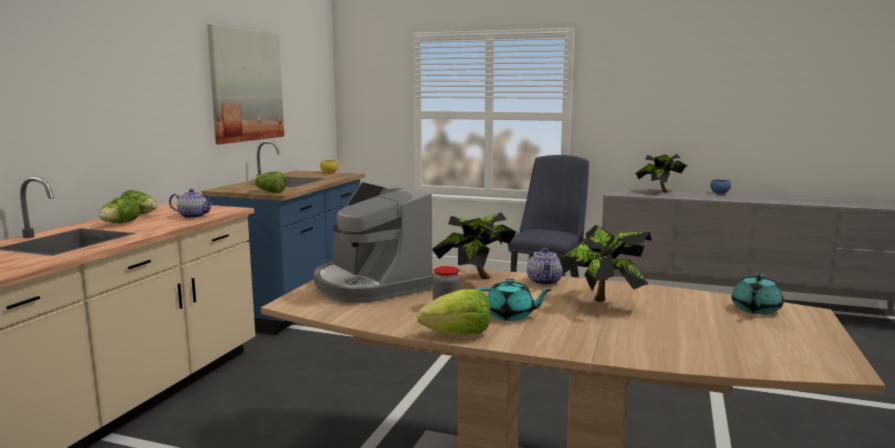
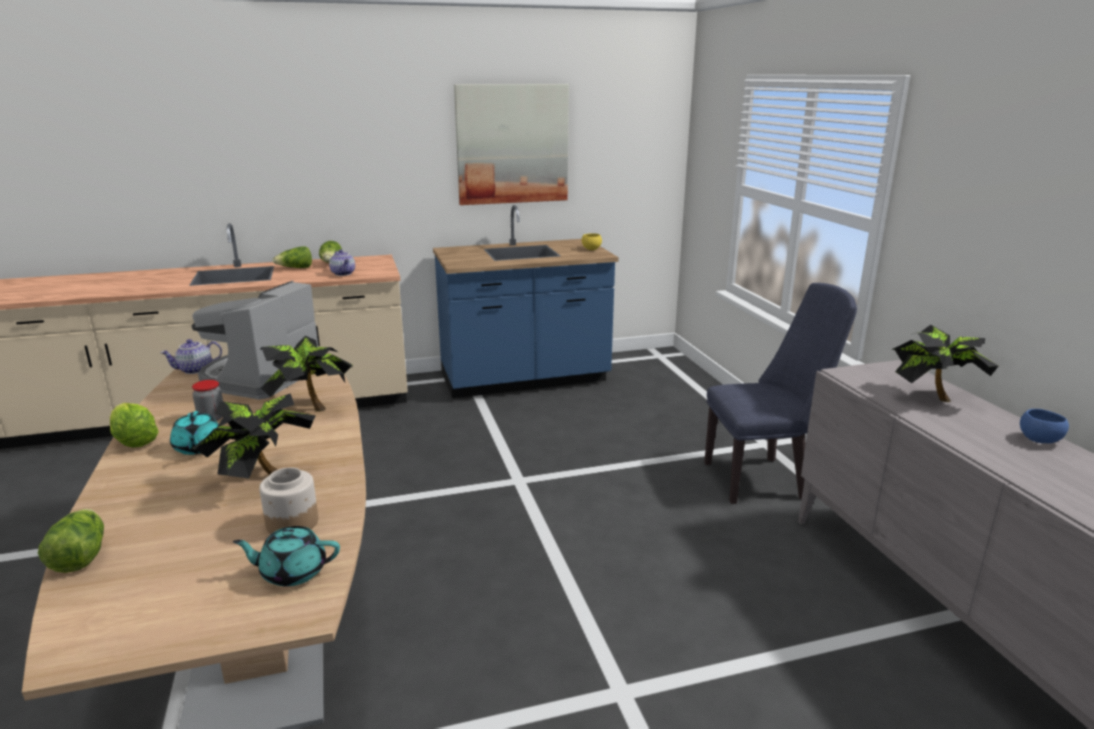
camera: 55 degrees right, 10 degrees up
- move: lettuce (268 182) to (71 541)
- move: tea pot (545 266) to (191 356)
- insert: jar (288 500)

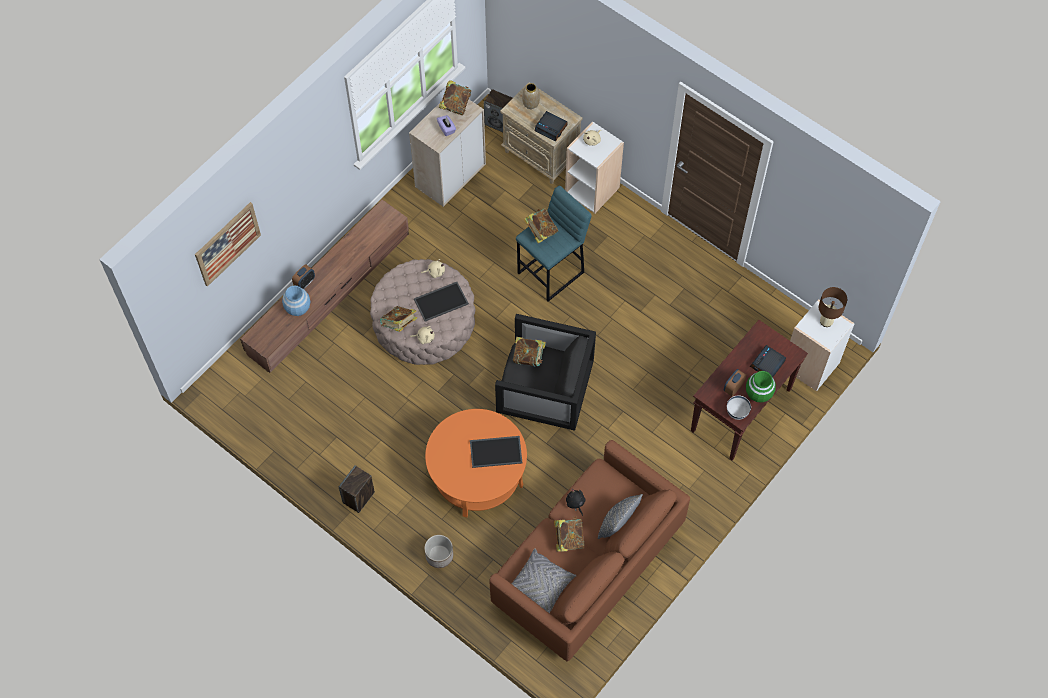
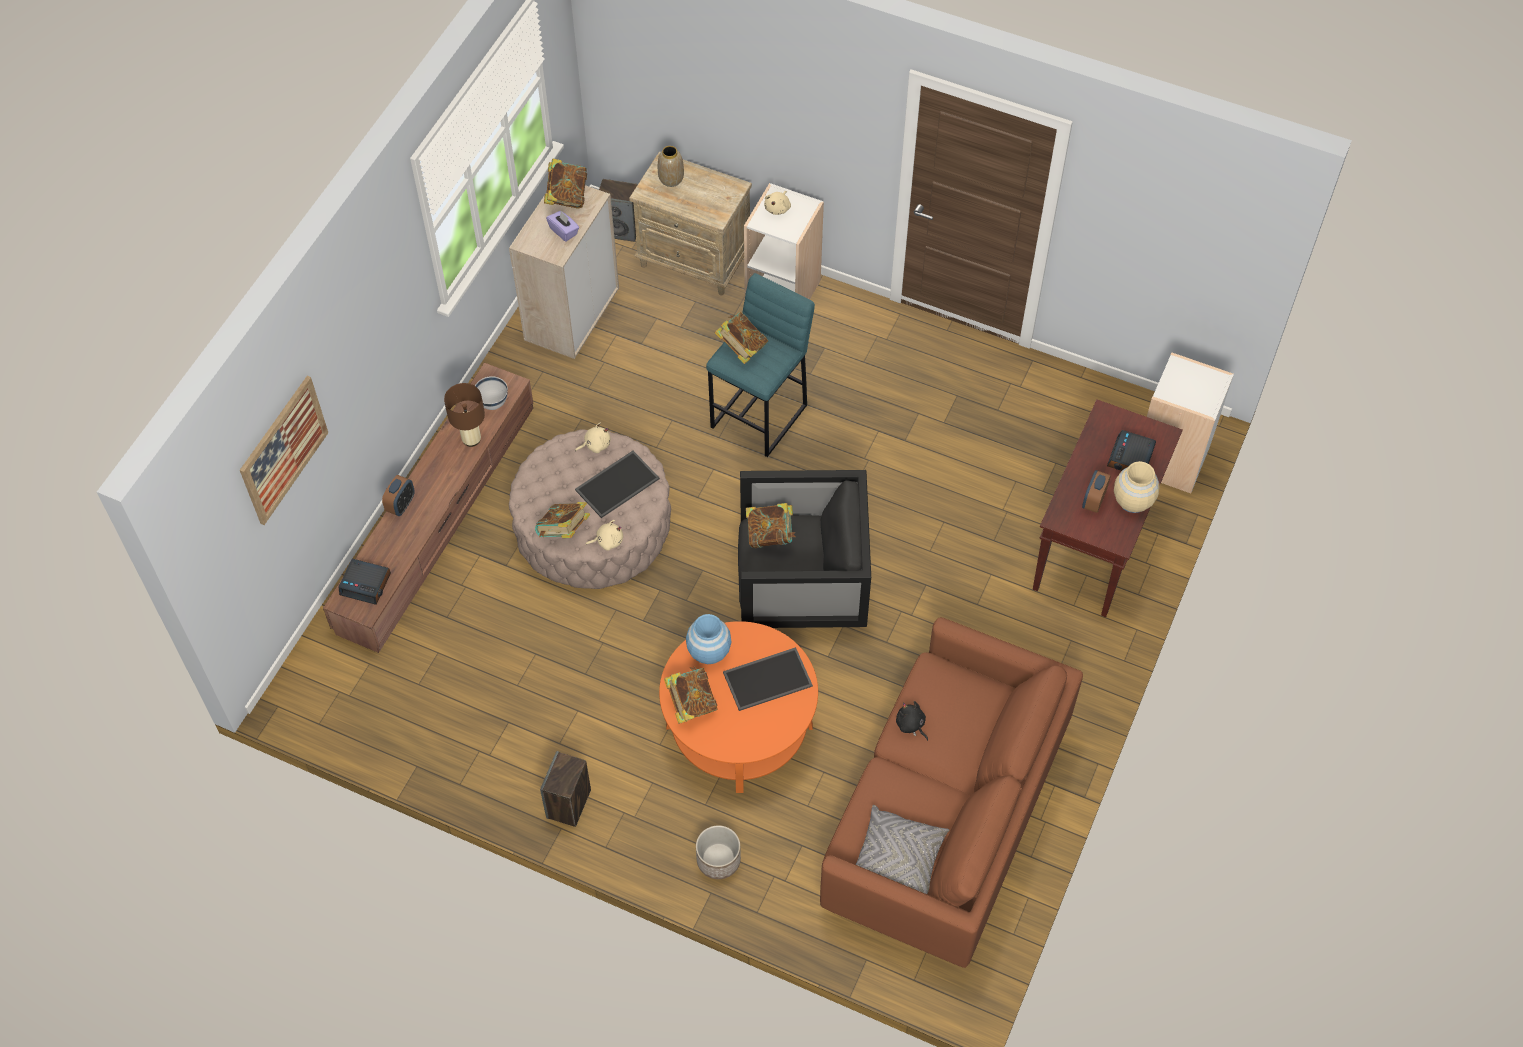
camera: 15 degrees left, 5 degrees down
- move: blue vase (296 300) to (708 639)
- move: table clock (551 126) to (364 582)
- move: volume (569 534) to (691 695)
- delete: greyish throw pillow (620 516)
- move: white serving bowl (739 407) to (491 393)
- recolor: green vase (761 387) to beige-coloured vase (1137 487)
- move: brownish table lamp (833 307) to (464 415)

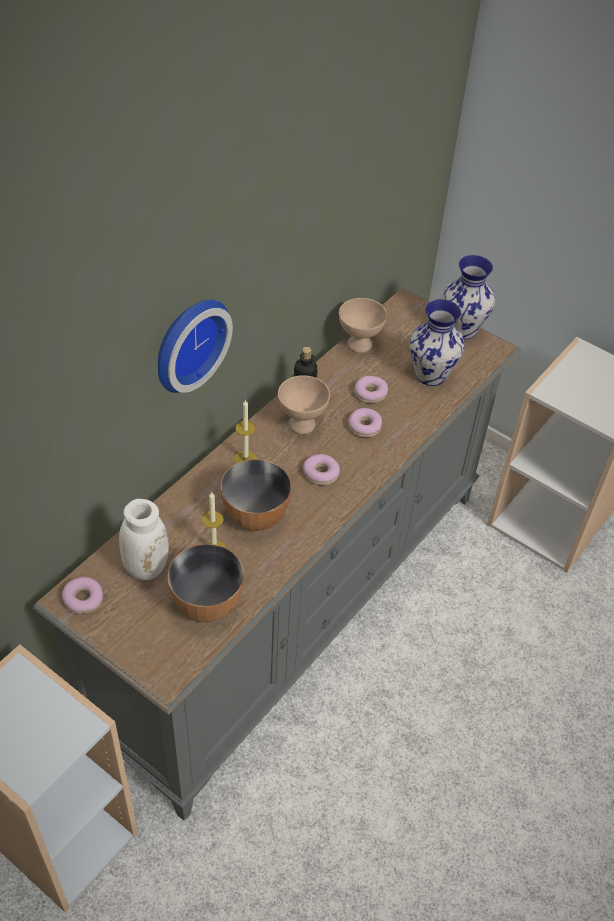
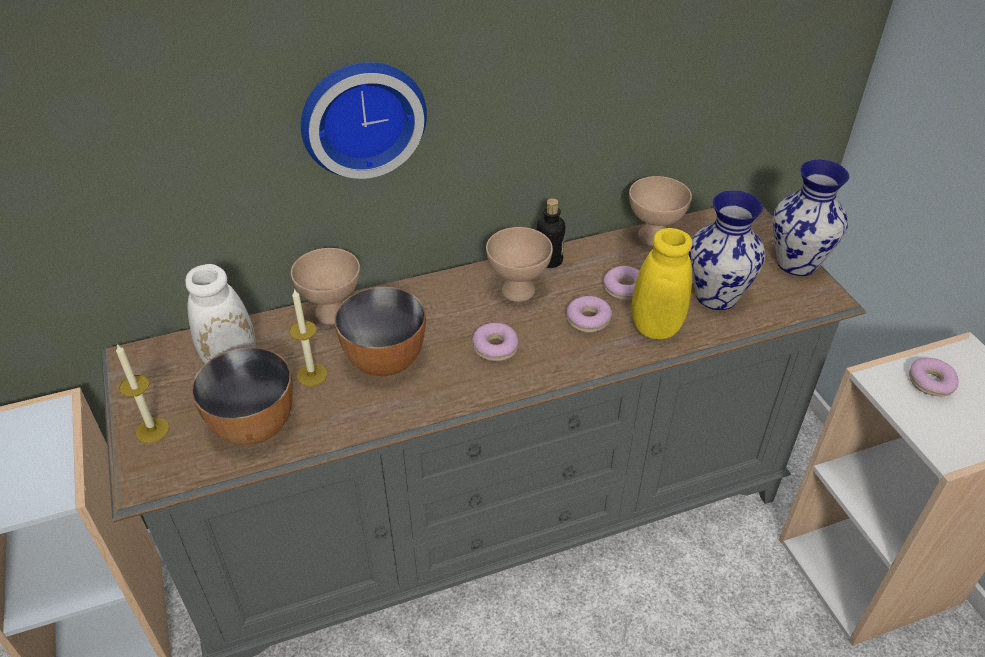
camera: 35 degrees right, 5 degrees down
- move: ring doughnut (82 595) to (934 377)
- move: wax light (245 431) to (142 393)
- insert: beige-coloured serving bowl (325 286)
- insert: yellow vase (652 283)

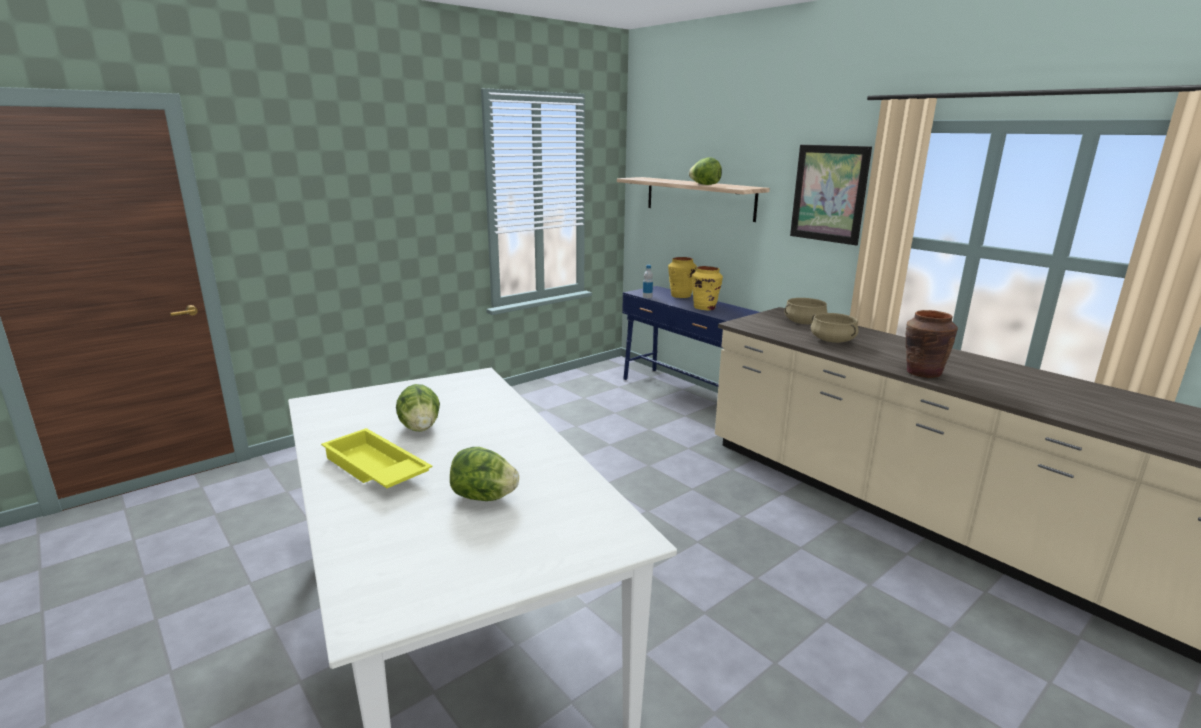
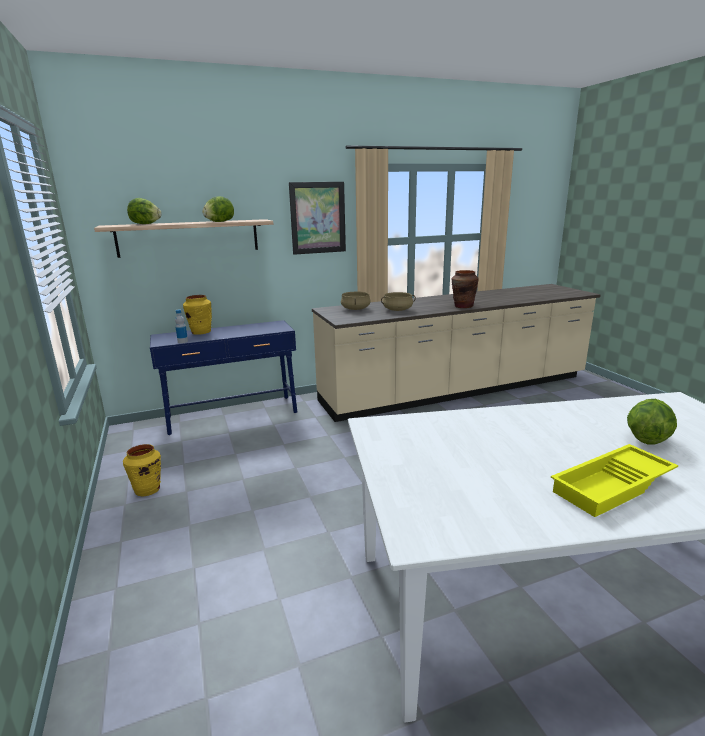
camera: 70 degrees left, 0 degrees up
- move: lettuce (418 408) to (144 211)
- move: yellow vase (707 288) to (142 470)

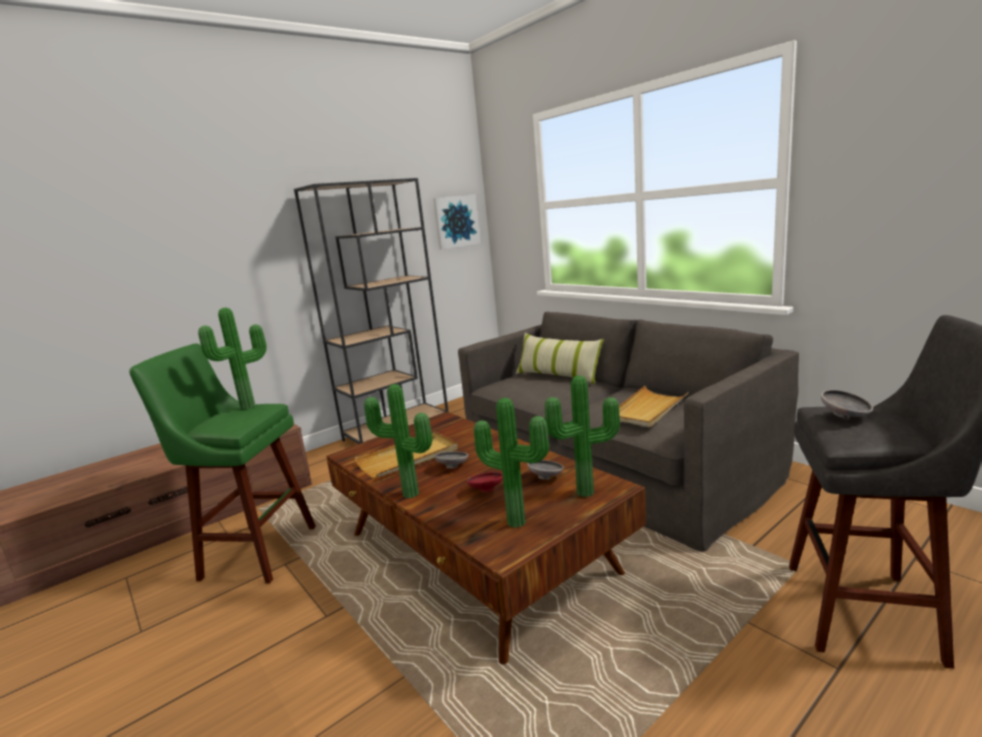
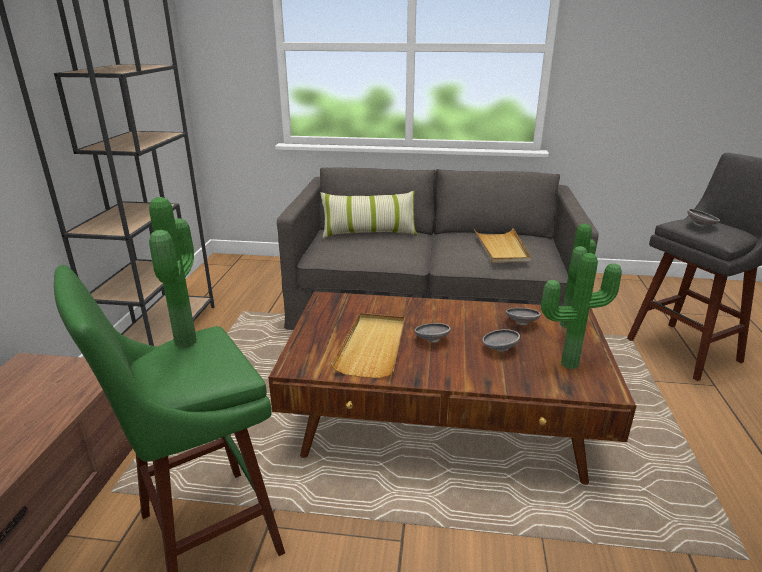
camera: 45 degrees left, 10 degrees up
- delete: plant in a pot (398 441)
- delete: wall art (456 222)
- recolor: reddish serving bowl (485 482) to greyish serving bowl (501 340)

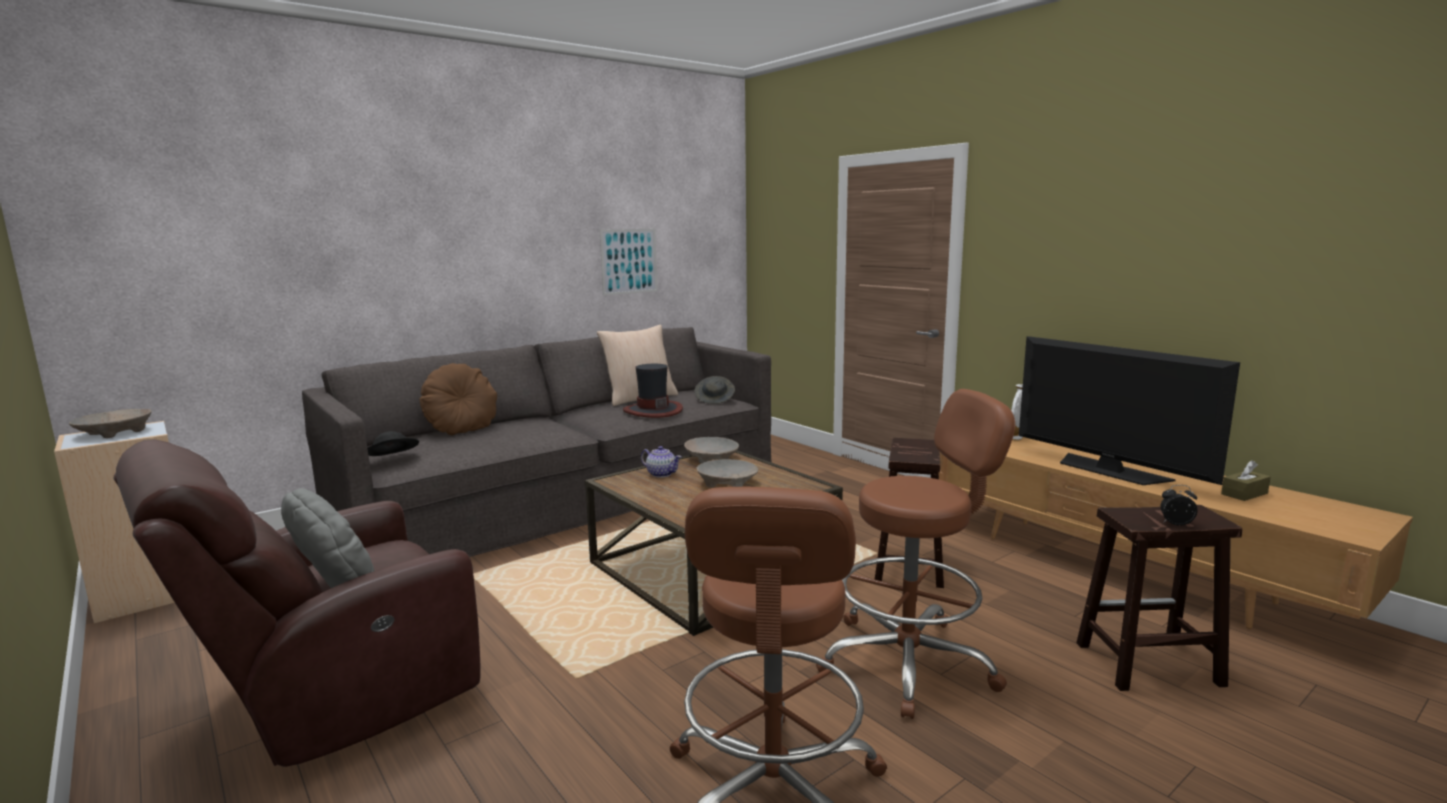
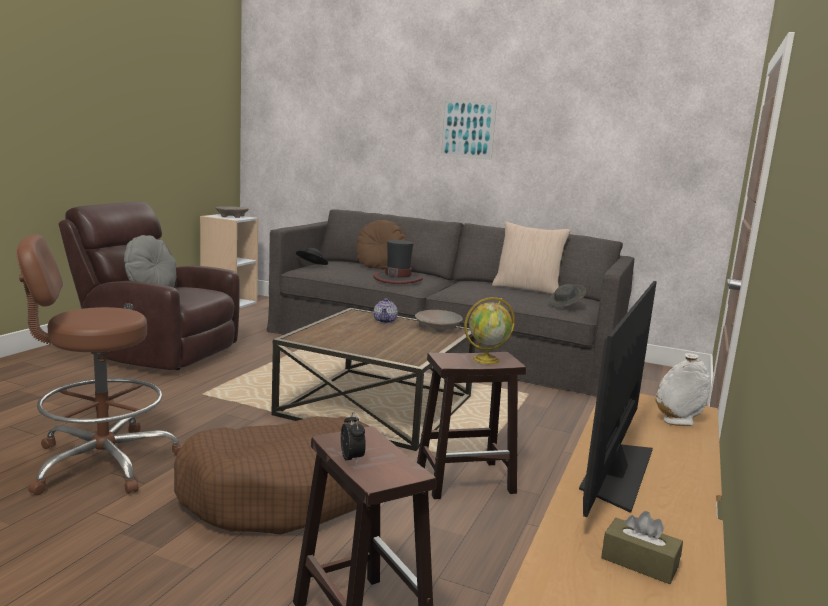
camera: 60 degrees right, 0 degrees up
- move: wall art (629 262) to (468 129)
- move: clothing hat (653 390) to (398 262)
- delete: beige-coloured serving bowl (727 473)
- replace: brownish sitting stool (915 554) to brownish pet bed (271 475)
- insert: globe (489 330)

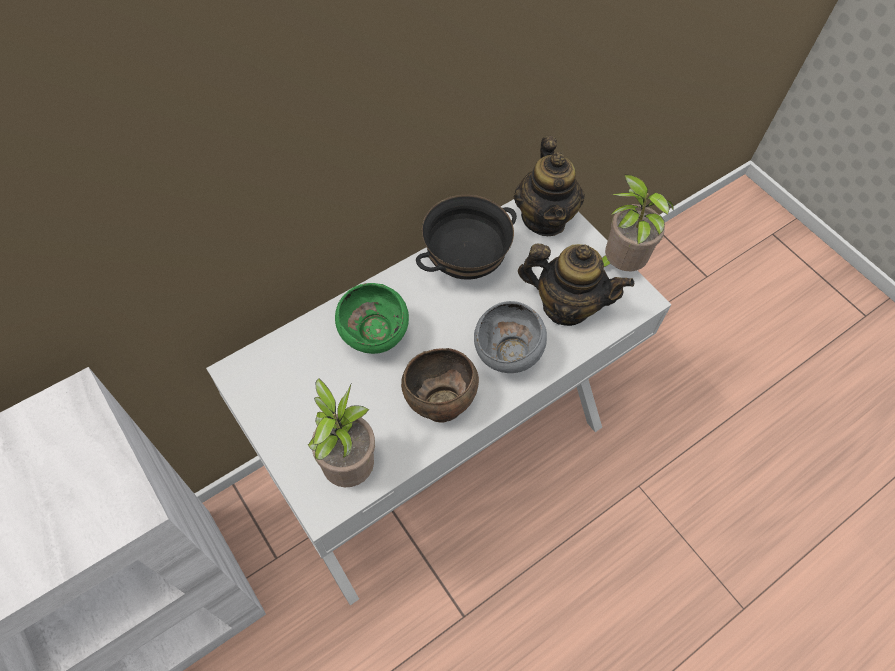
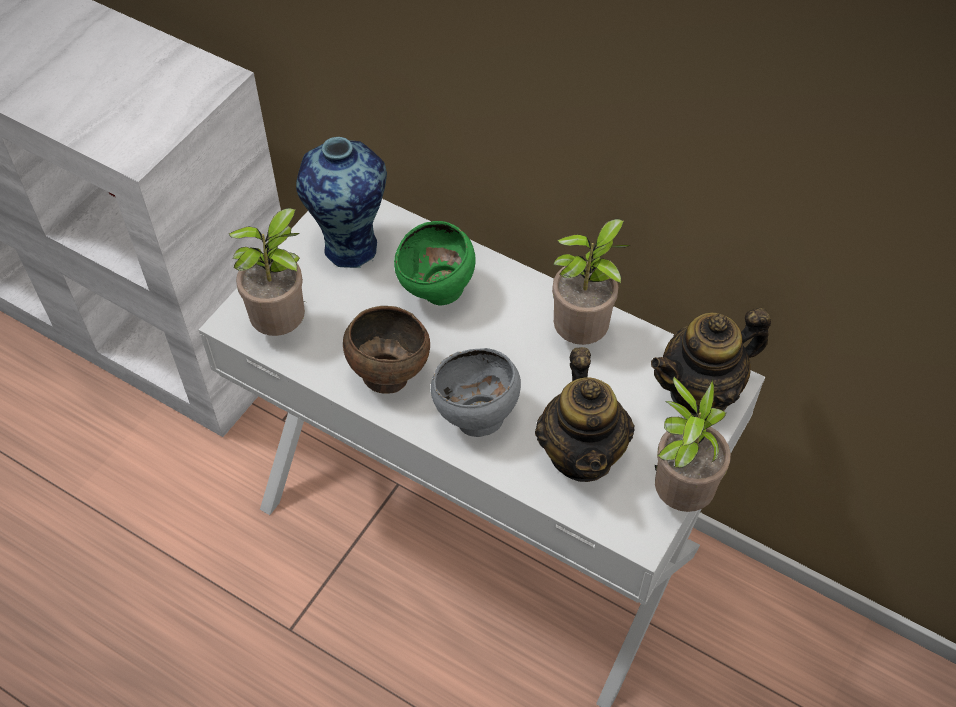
camera: 70 degrees right, 5 degrees down
- replace: blackish serving bowl (466 237) to plant in a pot (591 282)
- insert: vase (341 202)

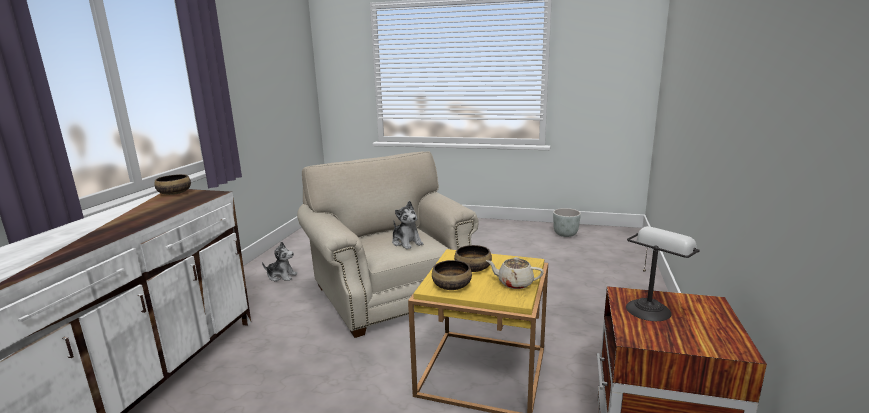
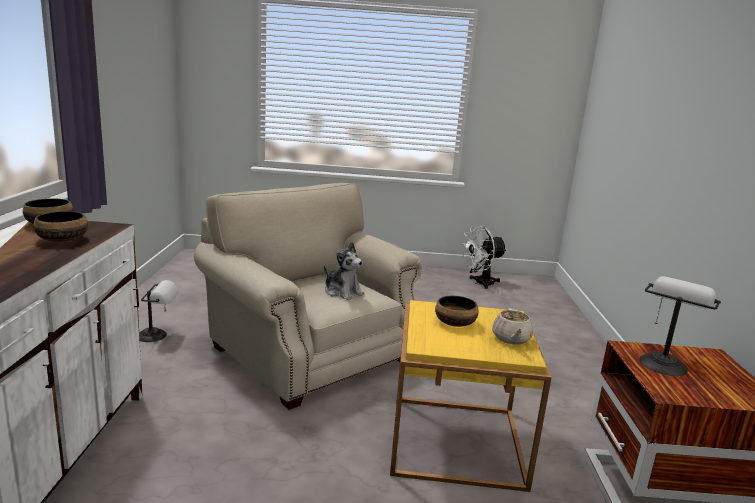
camera: 15 degrees left, 0 degrees up
- replace: soft toy (279 261) to table lamp (159 311)
- move: serving bowl (452 275) to (61 226)
- rotate: beige-coloured tea pot (515 273) = (512 326) 90 degrees counterclockwise
- replace: greyish plant pot (567 222) to white cooling fan (484 257)

